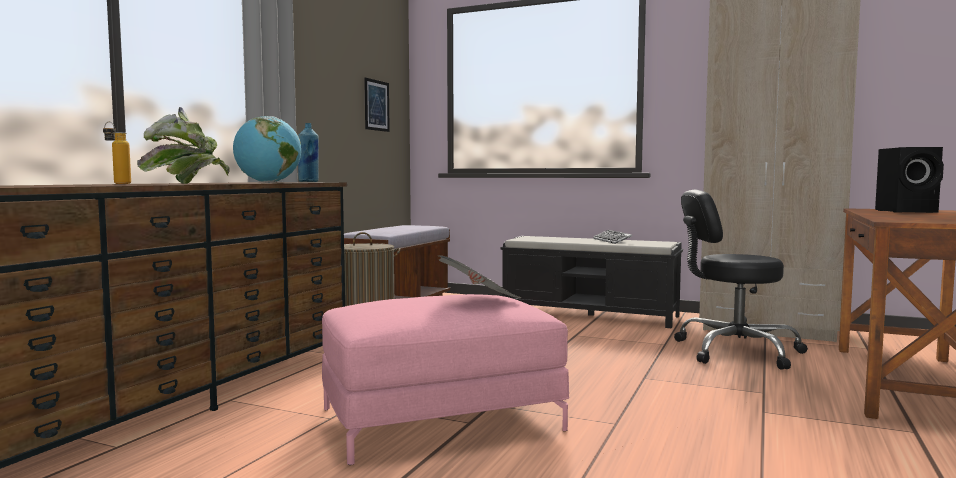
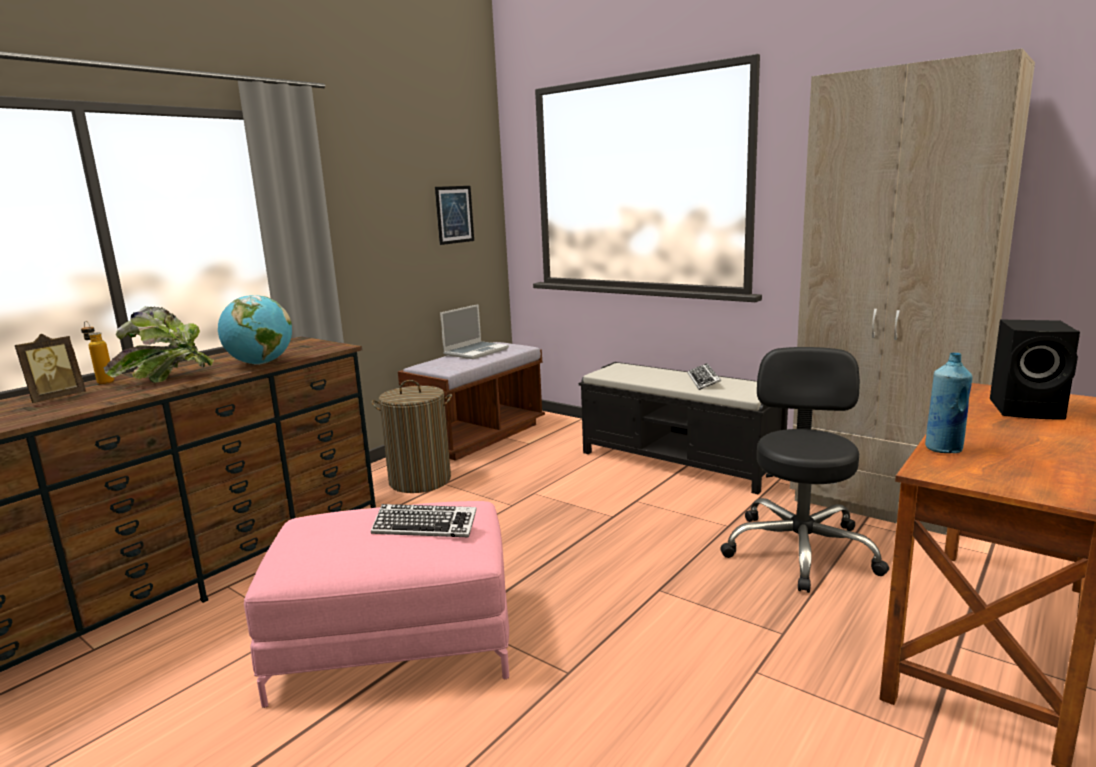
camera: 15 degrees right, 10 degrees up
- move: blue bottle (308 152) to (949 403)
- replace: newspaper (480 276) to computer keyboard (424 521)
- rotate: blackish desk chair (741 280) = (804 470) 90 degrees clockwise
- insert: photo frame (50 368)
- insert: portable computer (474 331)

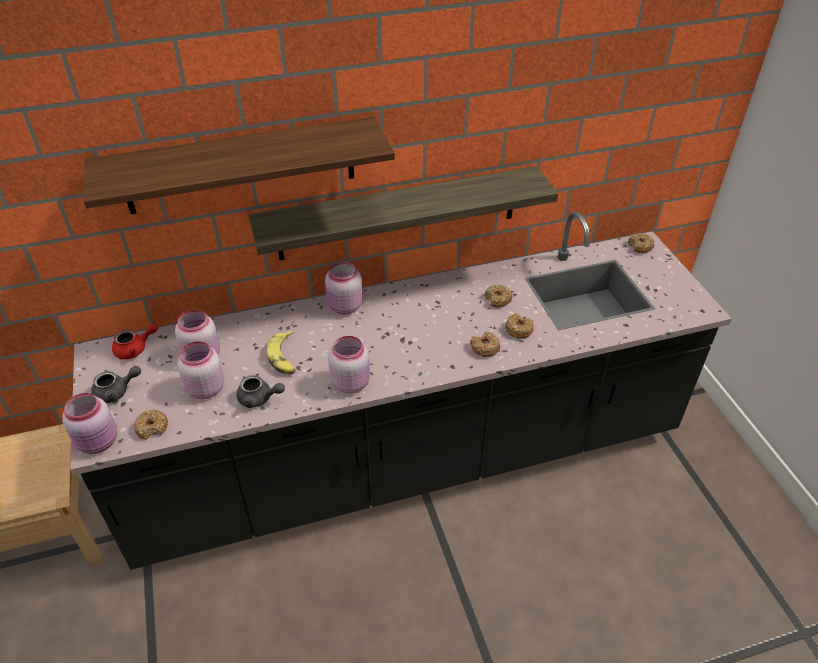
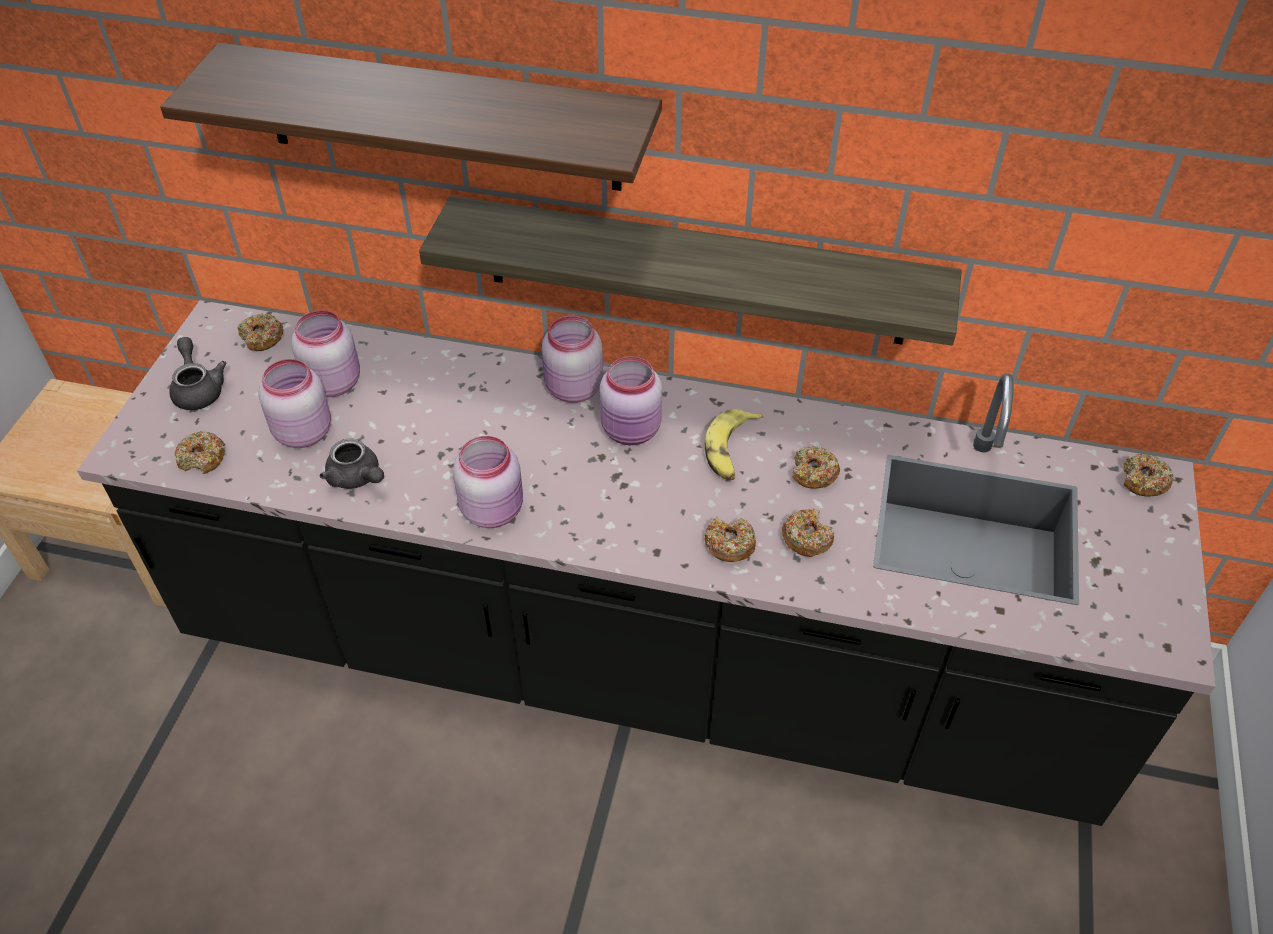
camera: 30 degrees right, 5 degrees up
- move: pink jar (89 423) to (631 400)
- rotate: greyish tea pot (116 384) = (198 373) 120 degrees counterclockwise
- replace: reddish tea pot (135 340) to ring doughnut (261 332)
- move: whole banana (281 352) to (734 444)

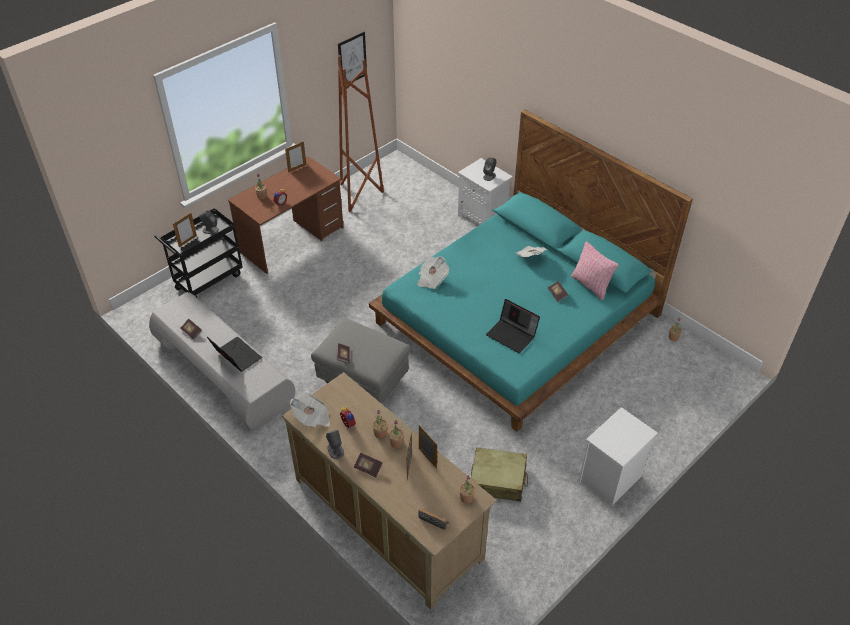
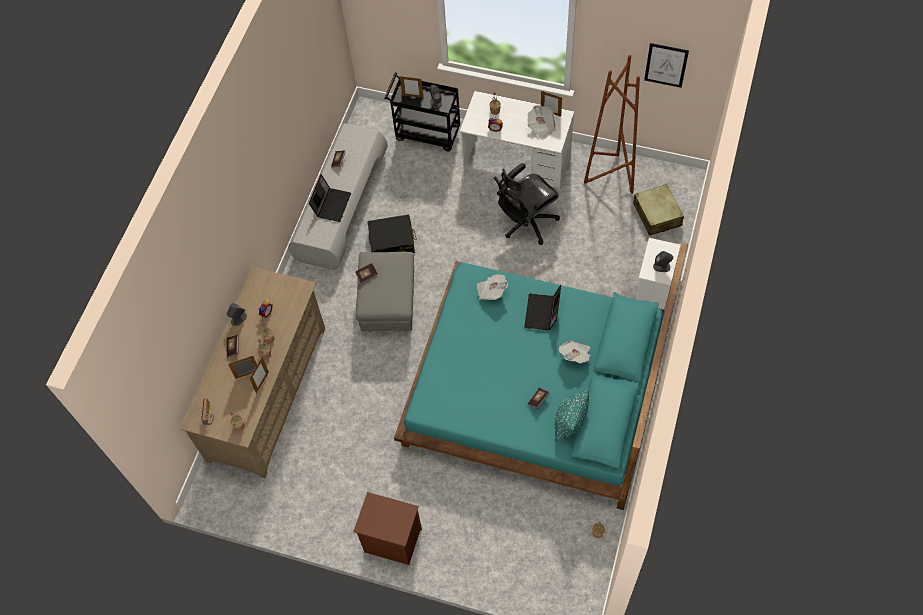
camera: 65 degrees right, 15 degrees up
- recolor: brownish desk (286 215) to white desk (517 141)
- move: newspaper (310 410) to (541 122)
- move: beige-coloured suitcase (499 474) to (658 210)
- move: portable computer (513 326) to (542 307)
- recolor: pink throw pillow (595 270) to blue-green throw pillow (572 415)
- recolor: white night table (618 456) to brownish night table (387 528)
- insert: blackish suitcase (392 233)
- insert: desk chair (527 204)

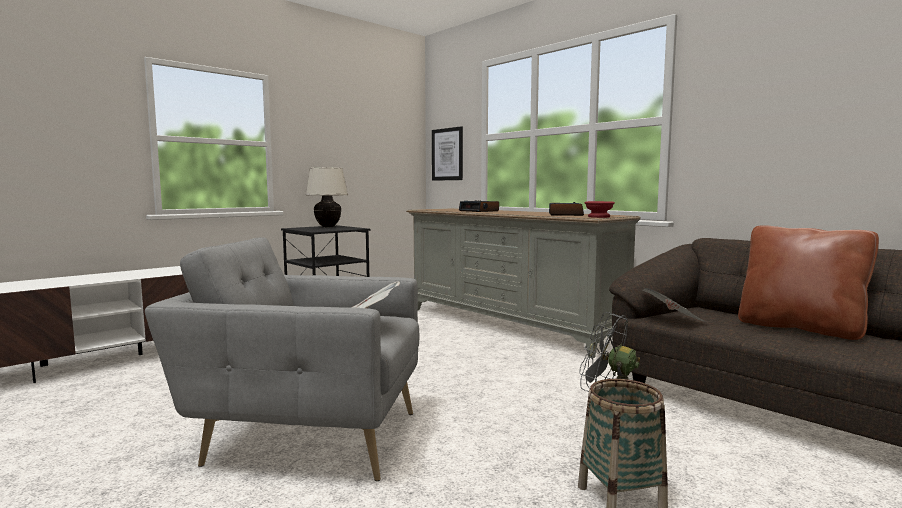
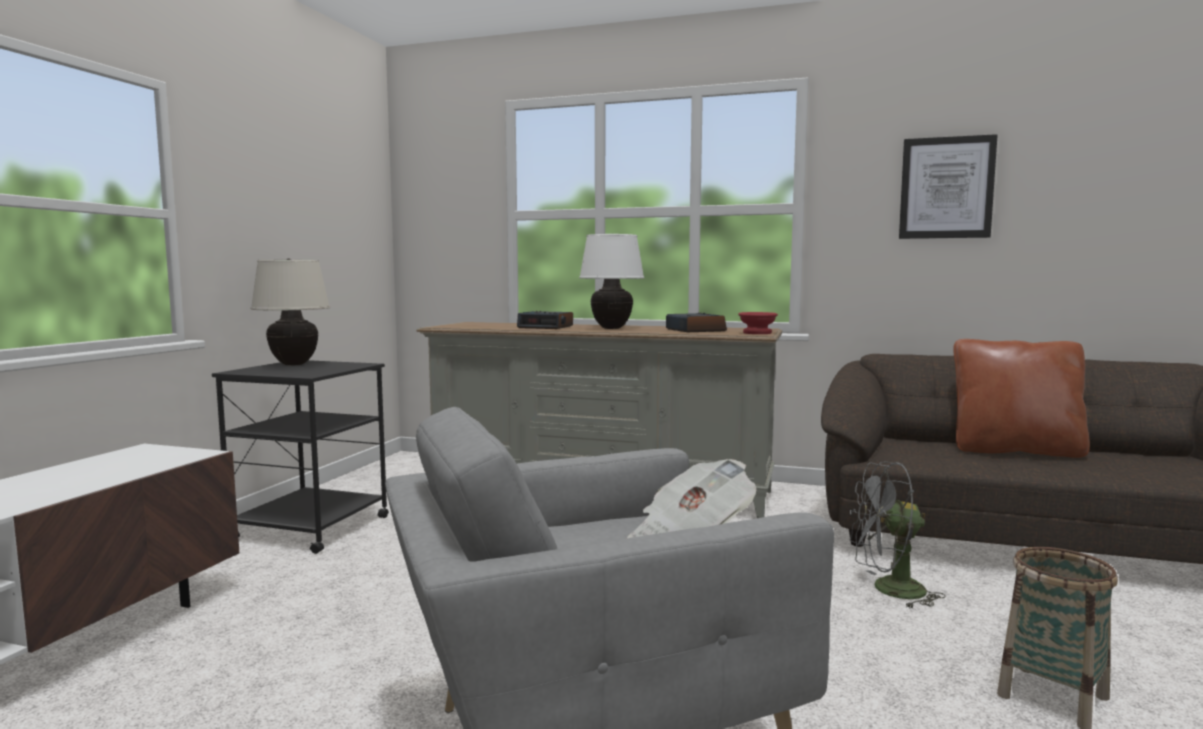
camera: 30 degrees left, 0 degrees up
- move: wall art (447 153) to (948 186)
- delete: newspaper (675 305)
- insert: white table lamp (612 281)

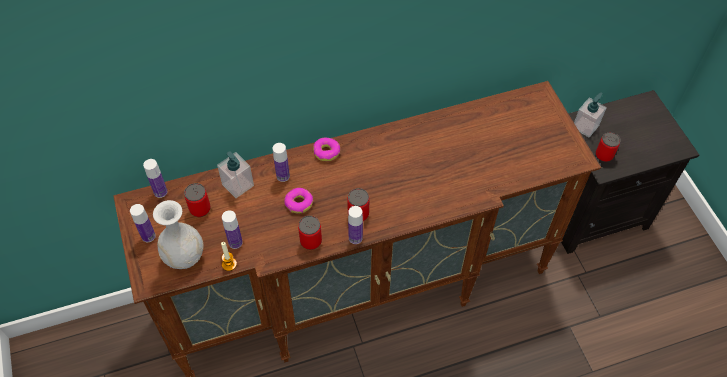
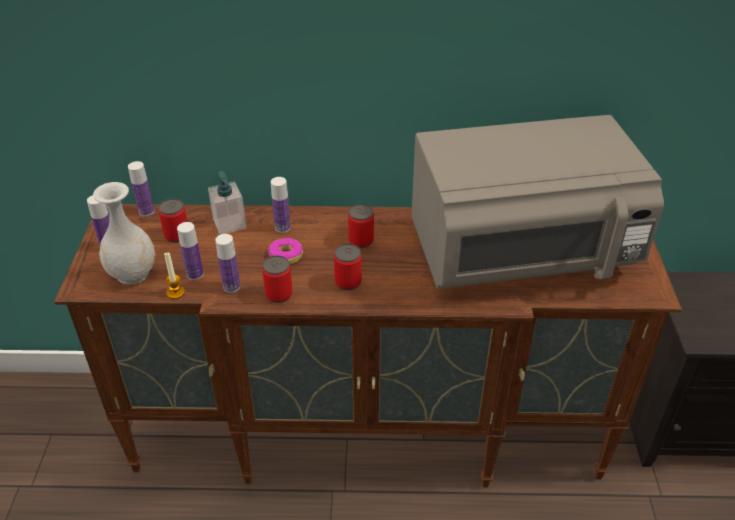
camera: 20 degrees right, 15 degrees down
- delete: ring doughnut (326 149)
- move: bottle (355 225) to (227 263)
- delete: liquid soap bottle (590 114)
- move: can (608 147) to (361 226)
- insert: greyish kitchen microwave (537 202)

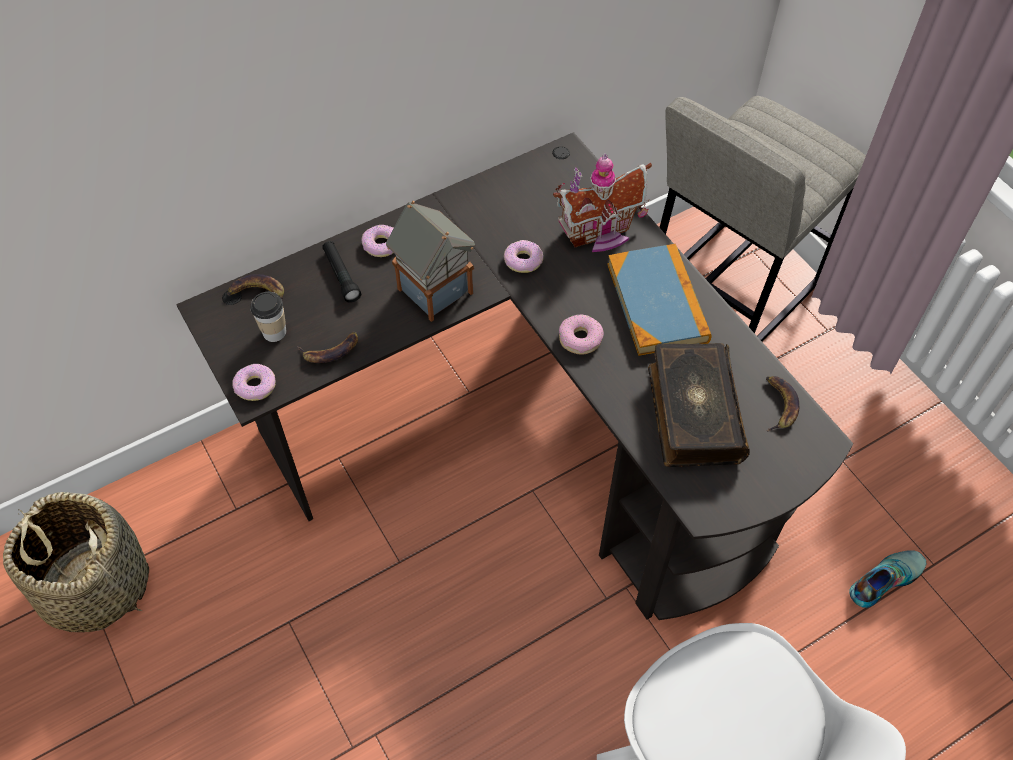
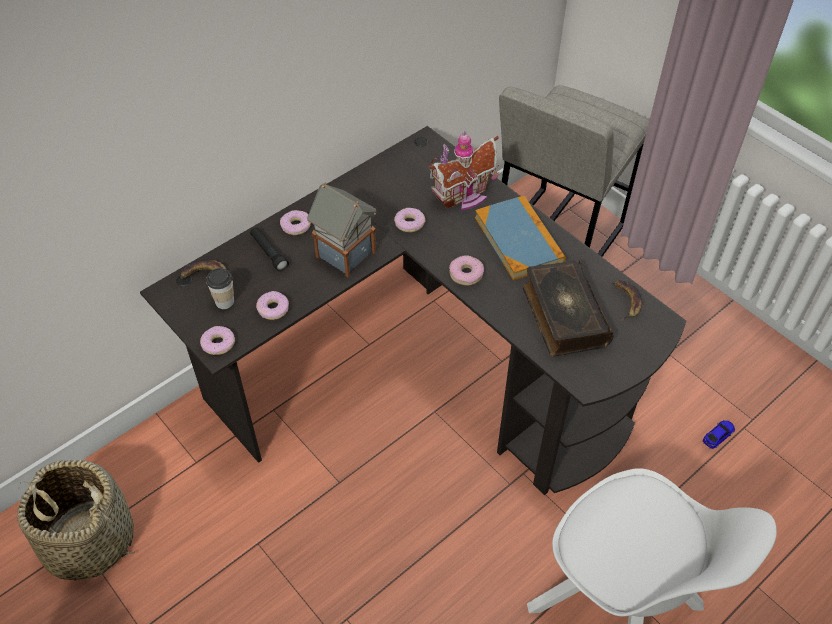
camera: 10 degrees left, 5 degrees down
- replace: whole banana (328 347) to ring doughnut (272 305)
- replace: low shoe (888 579) to model car (719 434)

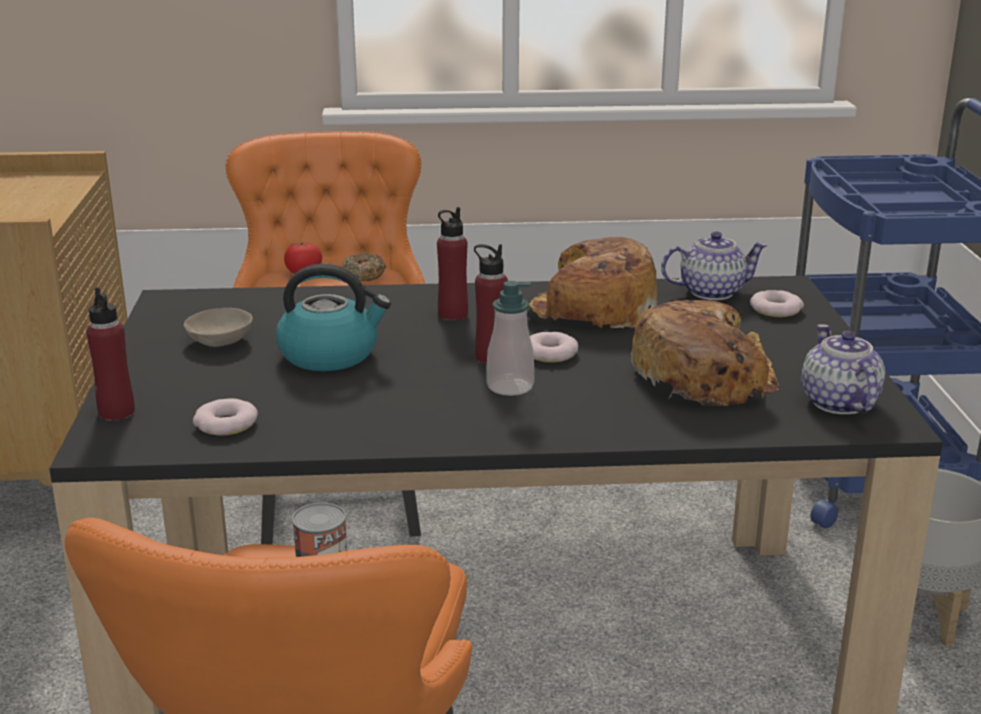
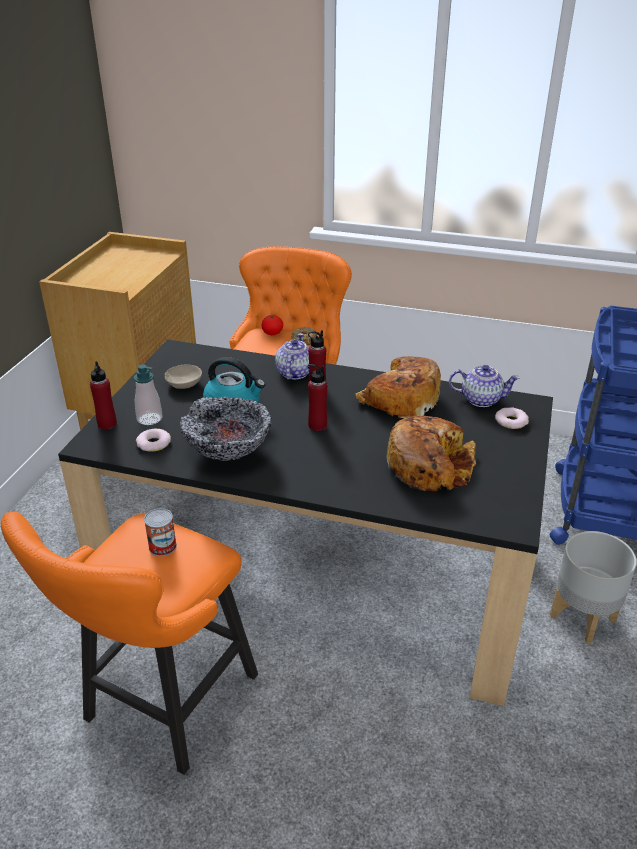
camera: 20 degrees right, 10 degrees up
- move: liquid soap bottle (510 338) to (148 394)
- delete: ring doughnut (554 347)
- move: tea pot (843 369) to (292 356)
- insert: serving bowl (225 429)

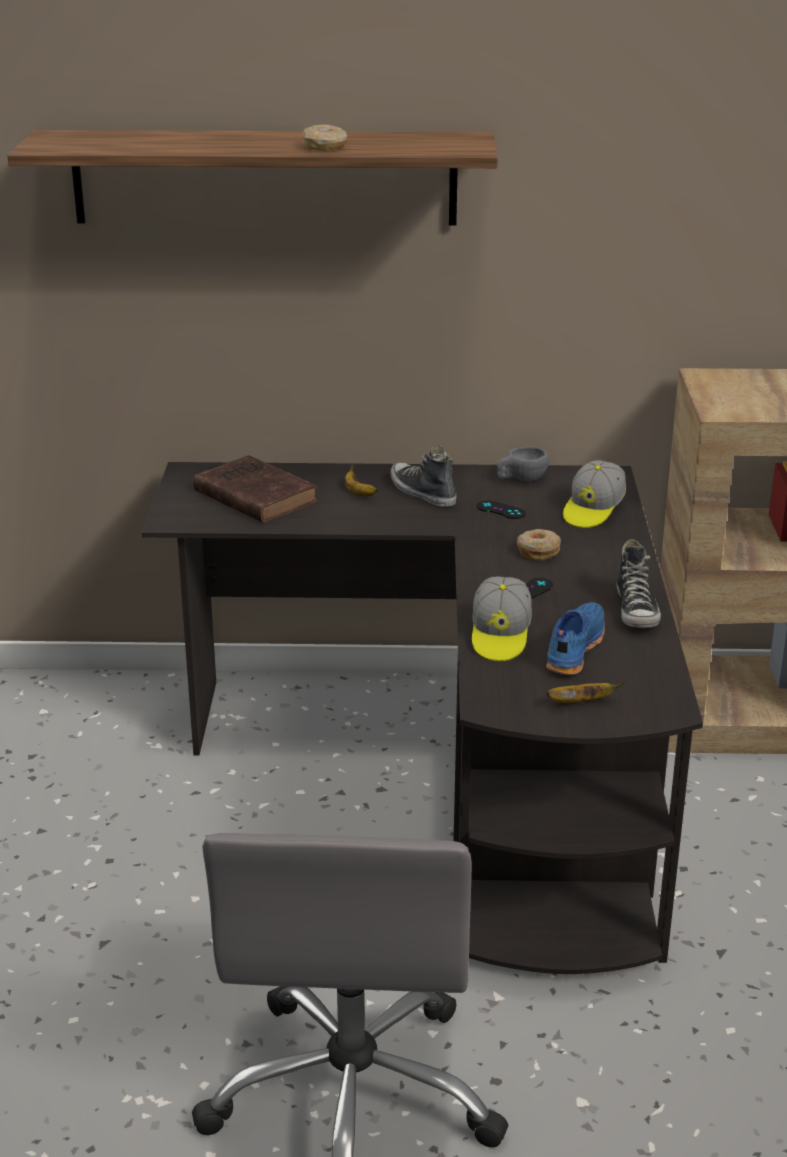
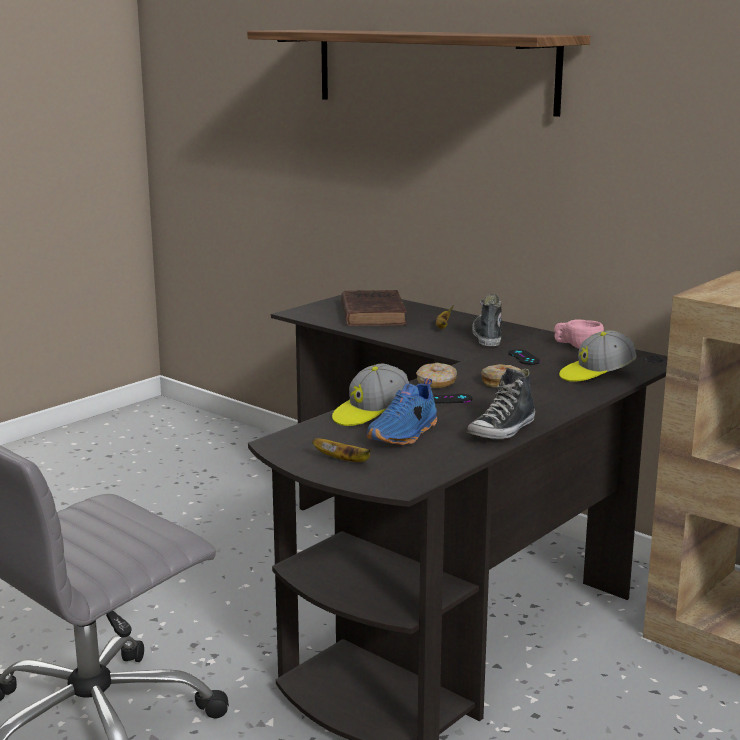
camera: 40 degrees right, 10 degrees down
- move: ring doughnut (324 138) to (436 375)
- recolor: greyish cup (523 464) to pink cup (579 334)
- rotate: blue low shoe (575 638) = (402 411) 150 degrees clockwise

